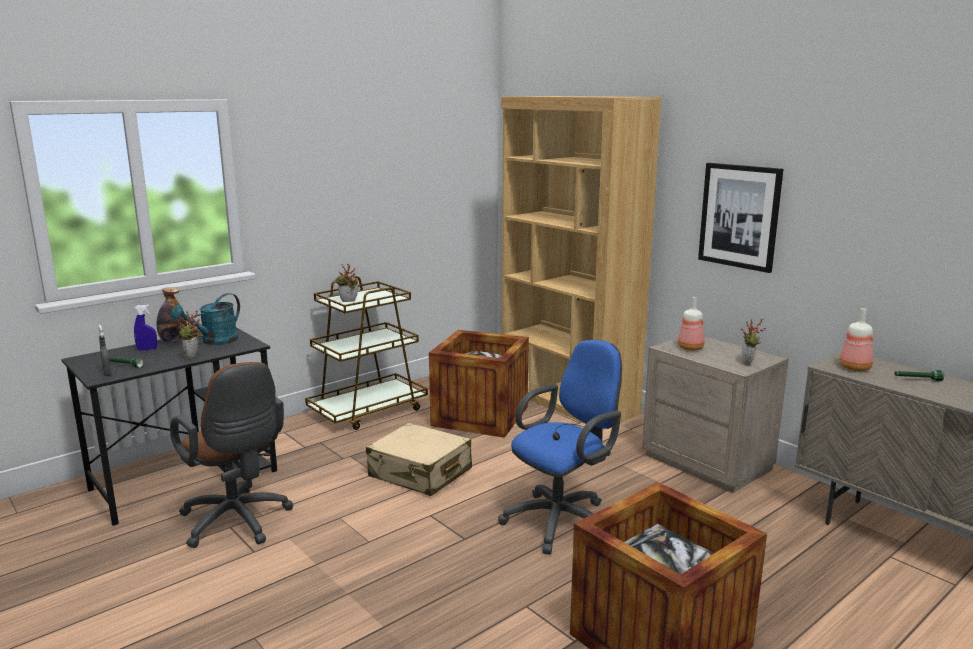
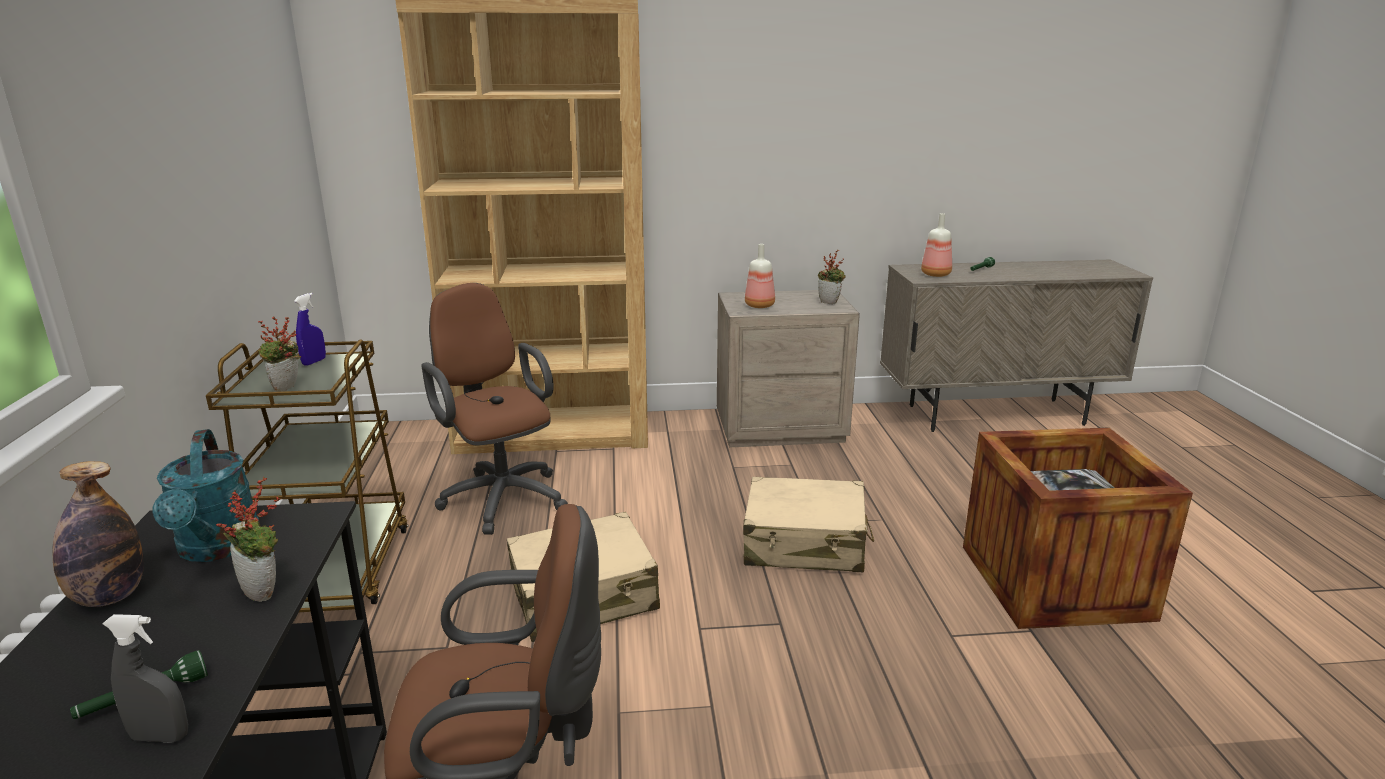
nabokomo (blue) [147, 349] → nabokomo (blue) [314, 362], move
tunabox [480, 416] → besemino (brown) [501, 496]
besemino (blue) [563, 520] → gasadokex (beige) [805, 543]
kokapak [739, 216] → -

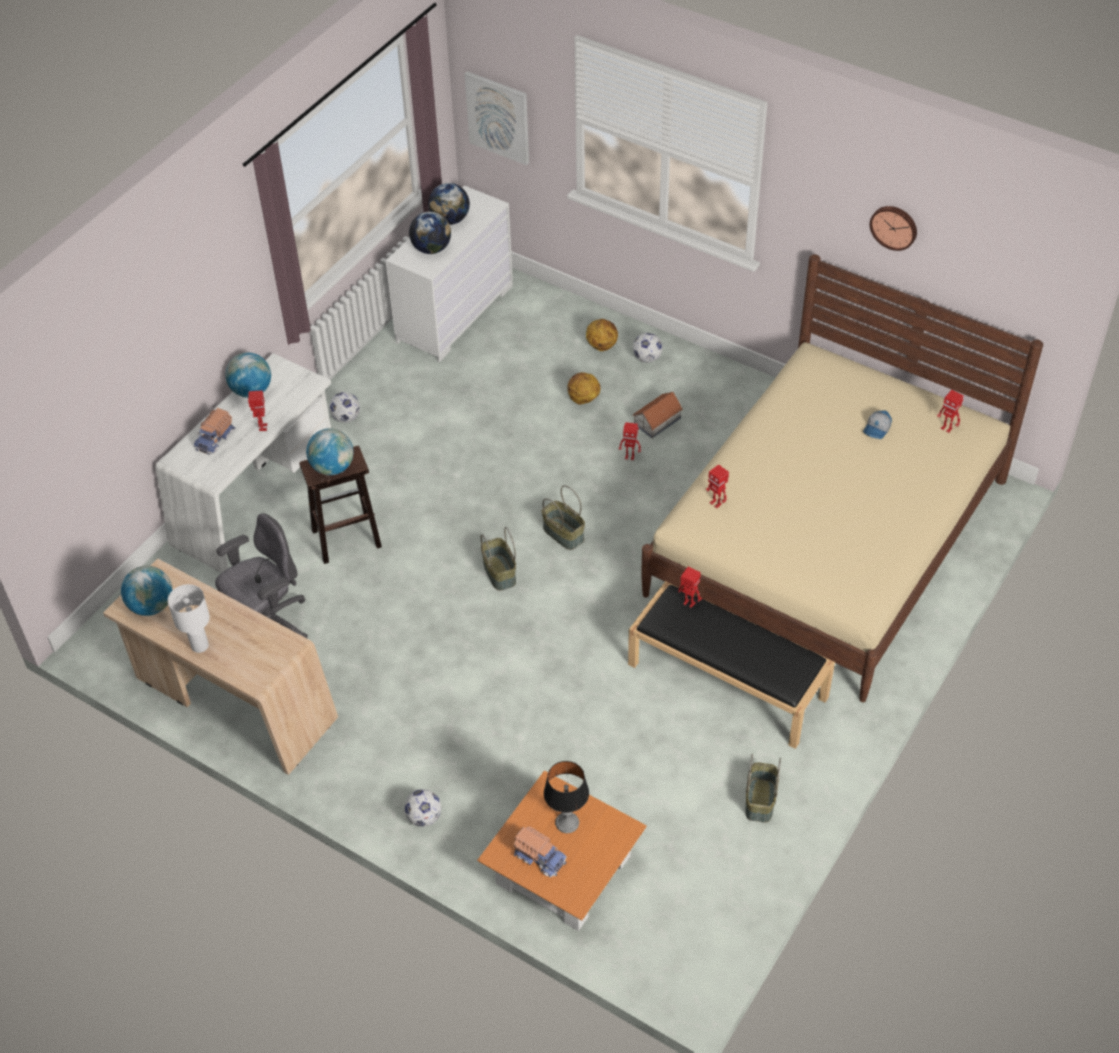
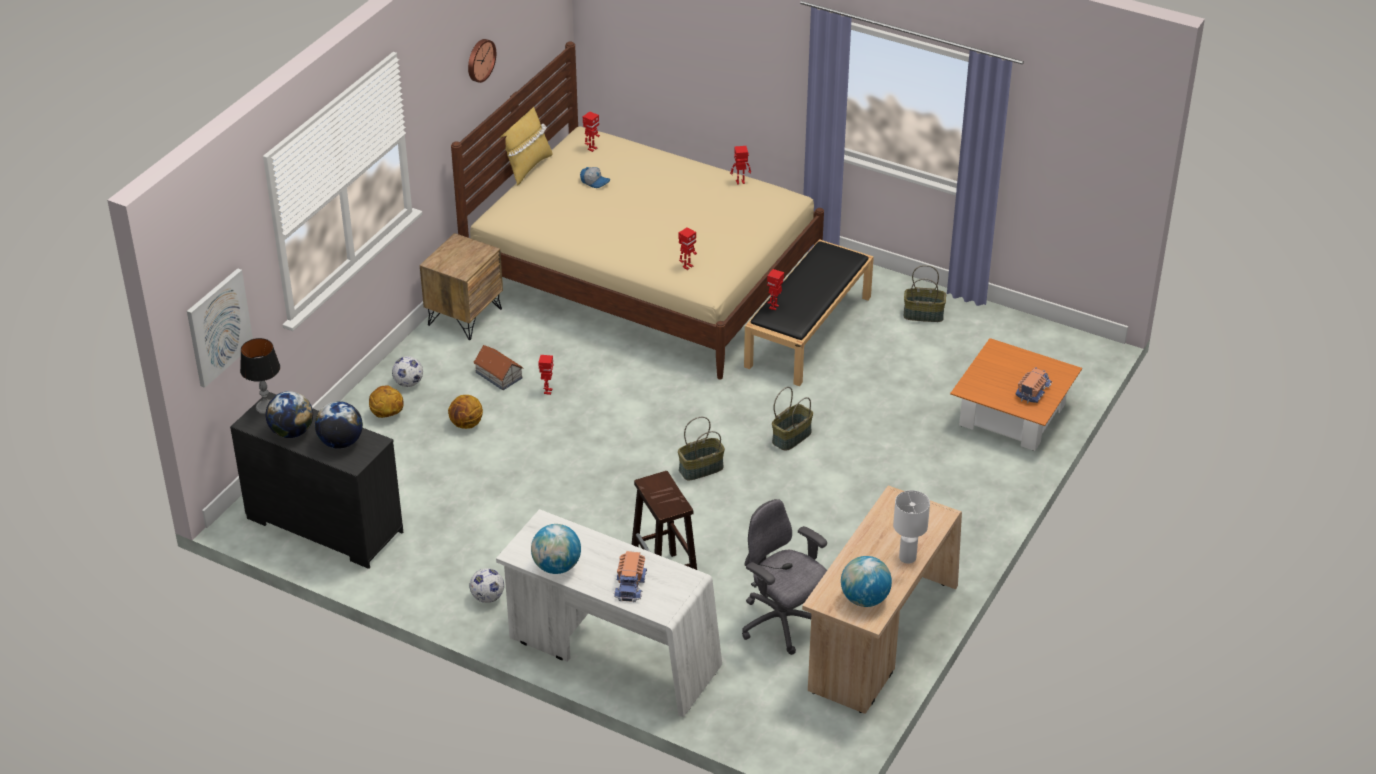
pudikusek [215, 439] → pudikusek [631, 585], 75 degrees clockwise
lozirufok [262, 427] → lozirufok [740, 182], move
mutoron [332, 467] → -
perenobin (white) [454, 313] → perenobin (black) [323, 526]
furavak [424, 817] → -
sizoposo [564, 534] → sizoposo [791, 436], move
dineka [567, 823] → dineka [266, 408], move
- → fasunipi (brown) [464, 316]
- → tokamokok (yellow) [526, 167]

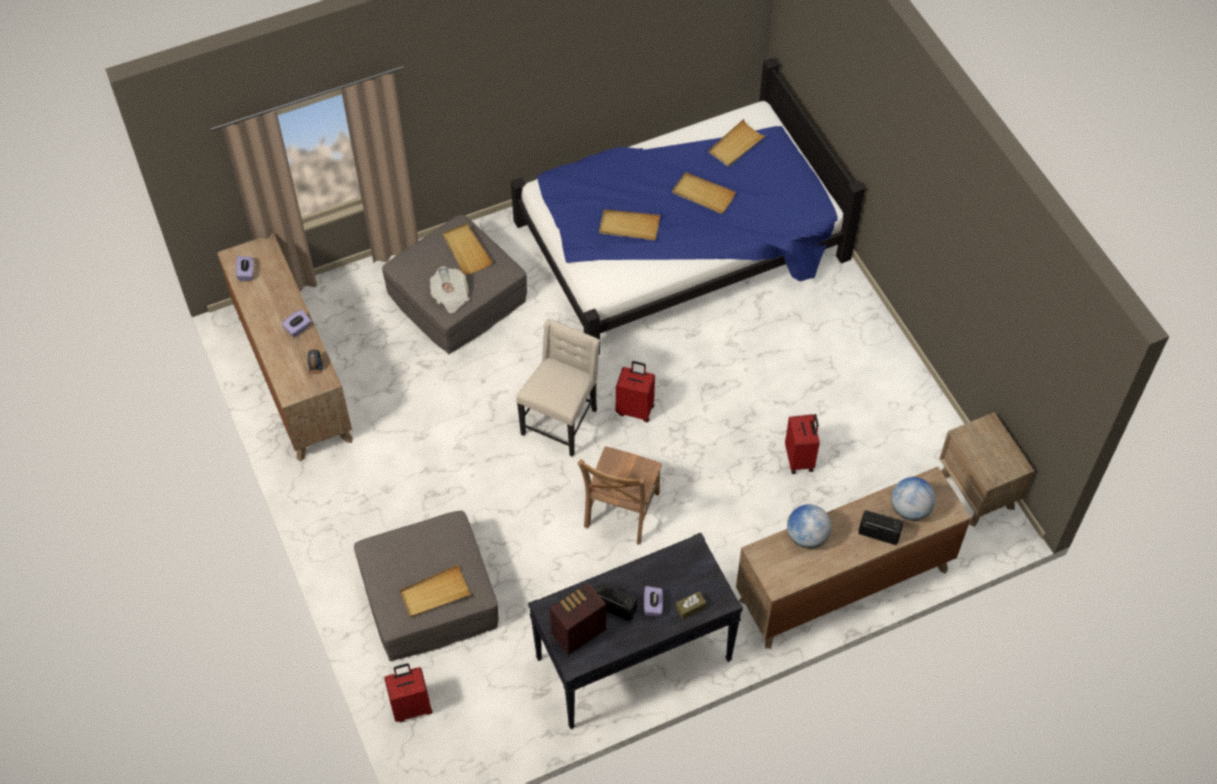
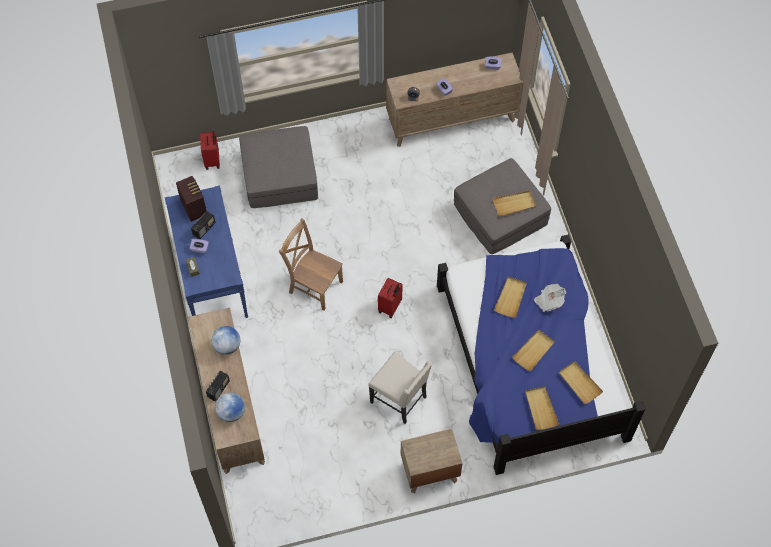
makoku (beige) [435, 594] → makoku (beige) [541, 408], move
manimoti [450, 296] → manimoti [549, 301], move
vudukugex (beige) [561, 421] → vudukugex (beige) [400, 400], move
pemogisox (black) [633, 660] → pemogisox (blue) [211, 276]
gasadokex (red) [800, 459] → -
fasunipi (brown) [977, 491] → fasunipi (brown) [429, 471], move

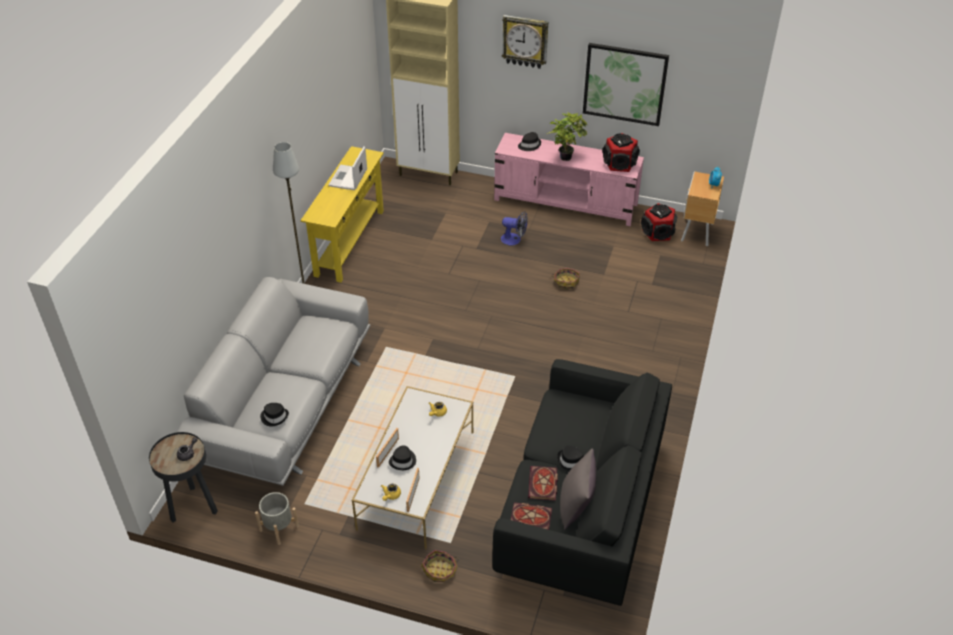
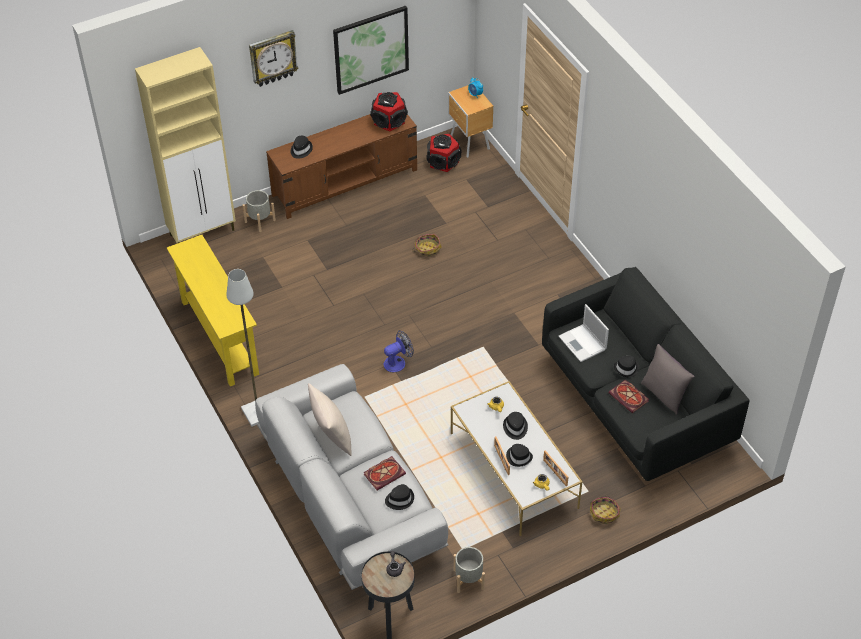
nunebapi [348, 178] → nunebapi [583, 343], move
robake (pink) [566, 202] → robake (brown) [345, 182]
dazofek [514, 239] → dazofek [398, 362], move
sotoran [532, 518] → sotoran [385, 473], move
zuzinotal [566, 156] → -
- → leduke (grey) [260, 221]
- → tokamokok (beige) [331, 436]
- → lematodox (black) [515, 428]

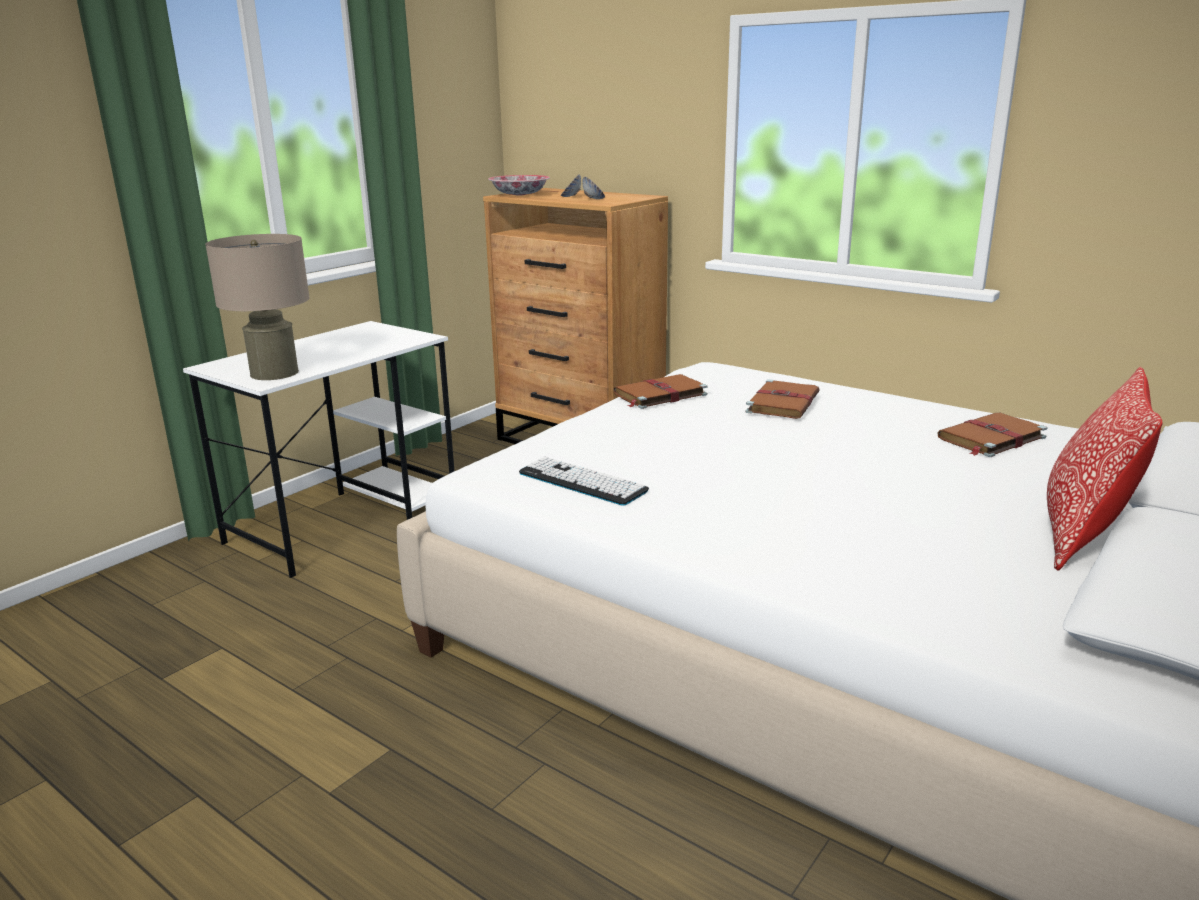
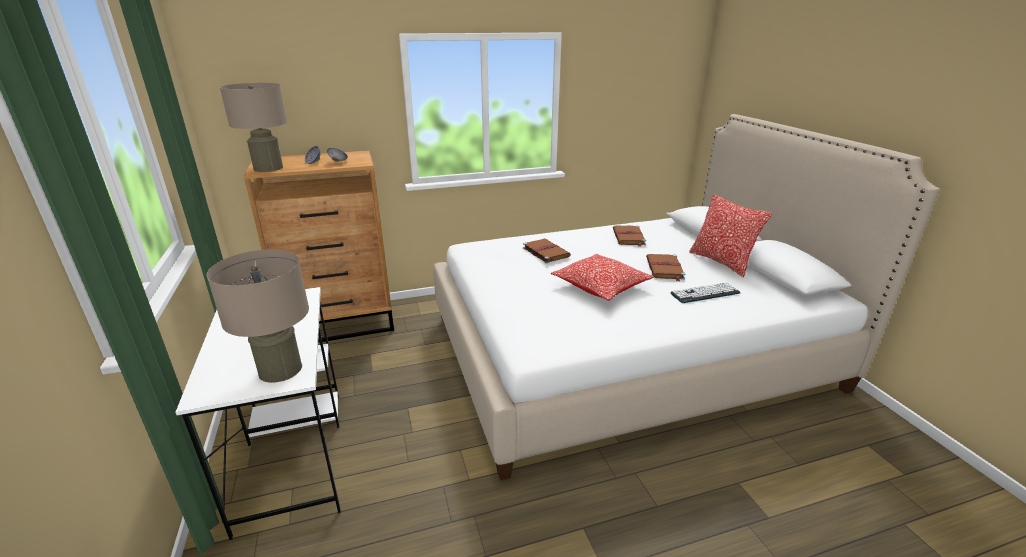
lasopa [519, 195] → dineka (beige) [268, 168]
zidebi [582, 482] → zidebi [705, 293], move
sotoran (brown) [659, 395] → sotoran (brown) [664, 269], move
- → tokamokok [601, 287]

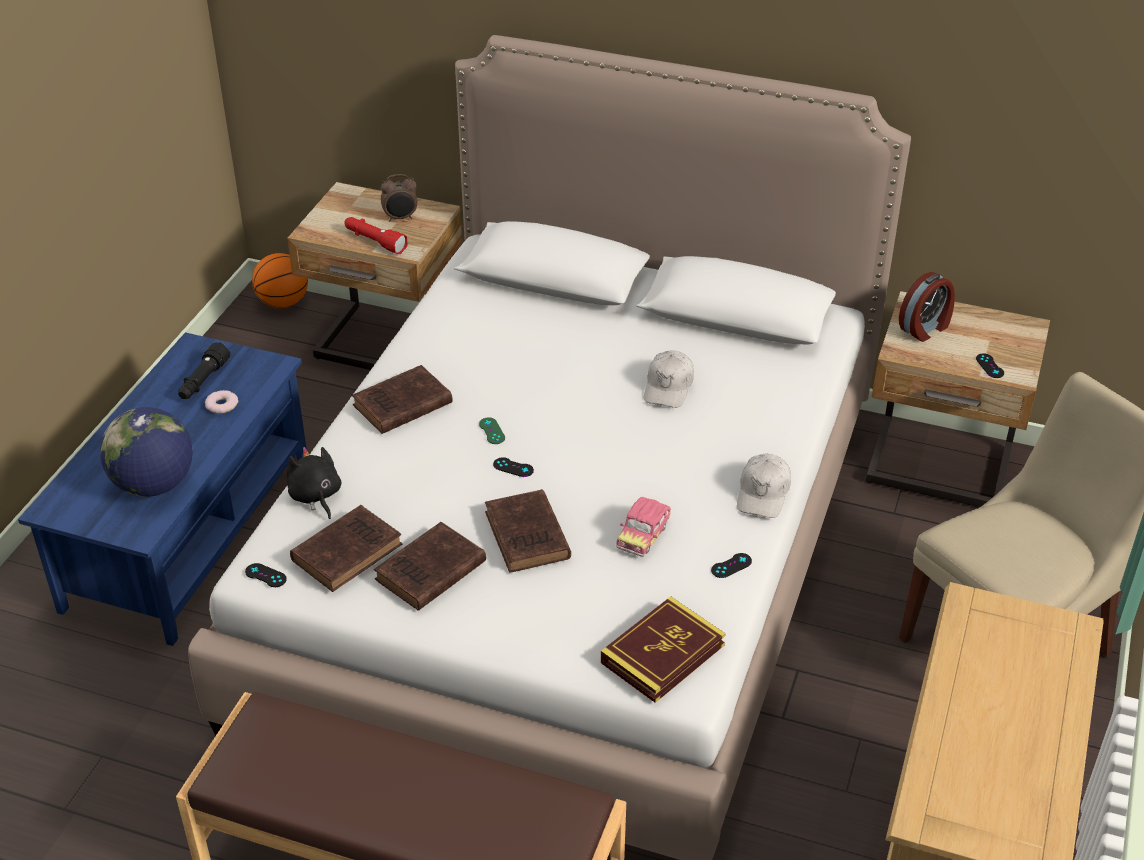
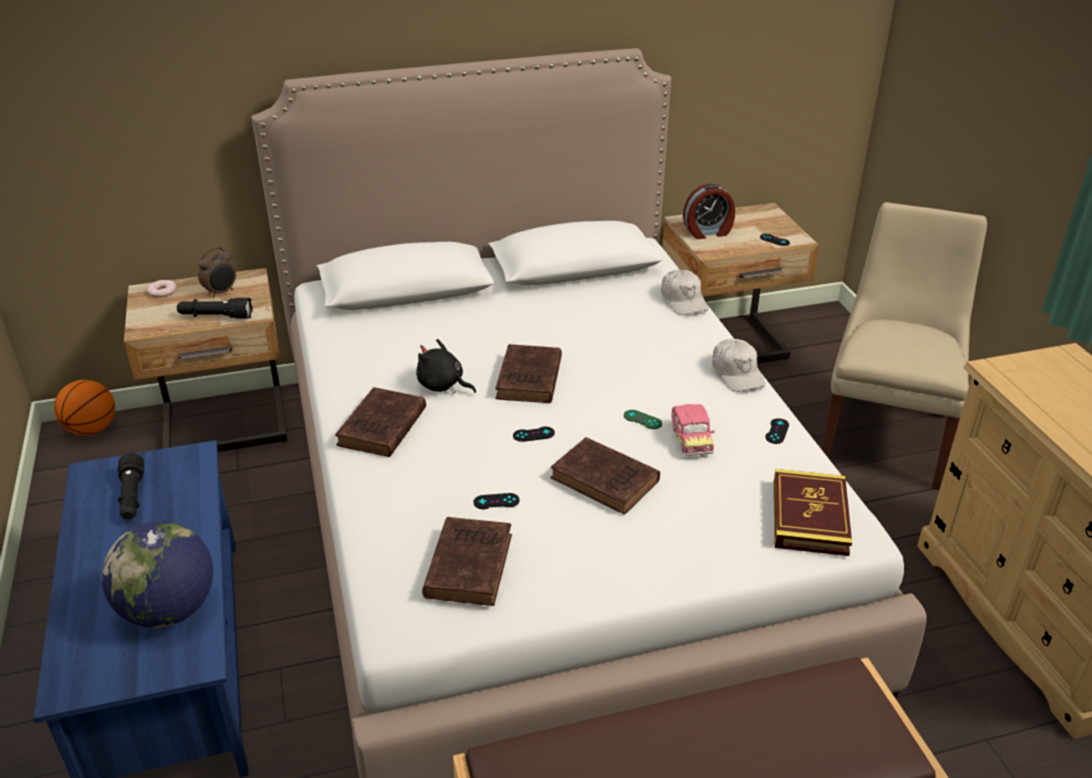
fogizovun [221, 405] → fogizovun [162, 291], move
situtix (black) [265, 575] → situtix (black) [496, 501], move
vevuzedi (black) [315, 496] → vevuzedi (black) [443, 385], move
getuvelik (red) [374, 241] → getuvelik (black) [215, 316]
sotoran (brown) [428, 572] → sotoran (brown) [529, 380], move
situtix (green) [492, 431] → situtix (green) [642, 419], move
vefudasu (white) [668, 387] → vefudasu (white) [683, 300], move
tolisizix [925, 328] → tolisizix [708, 232], 60 degrees clockwise

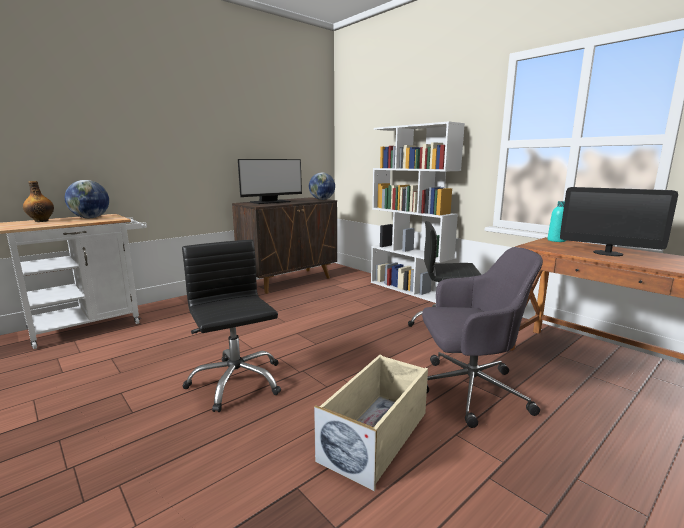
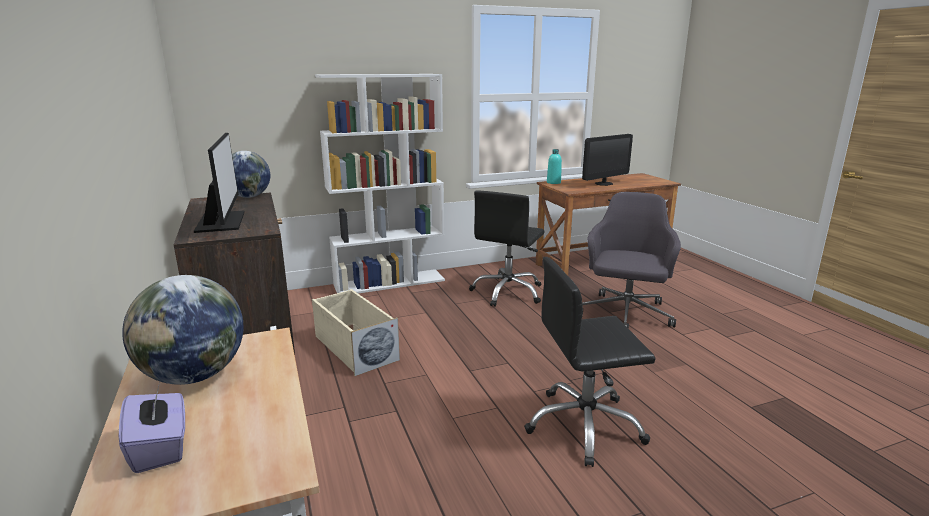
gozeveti [41, 221] → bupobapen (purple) [160, 448]
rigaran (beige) [376, 435] → rigaran (beige) [354, 348], move

